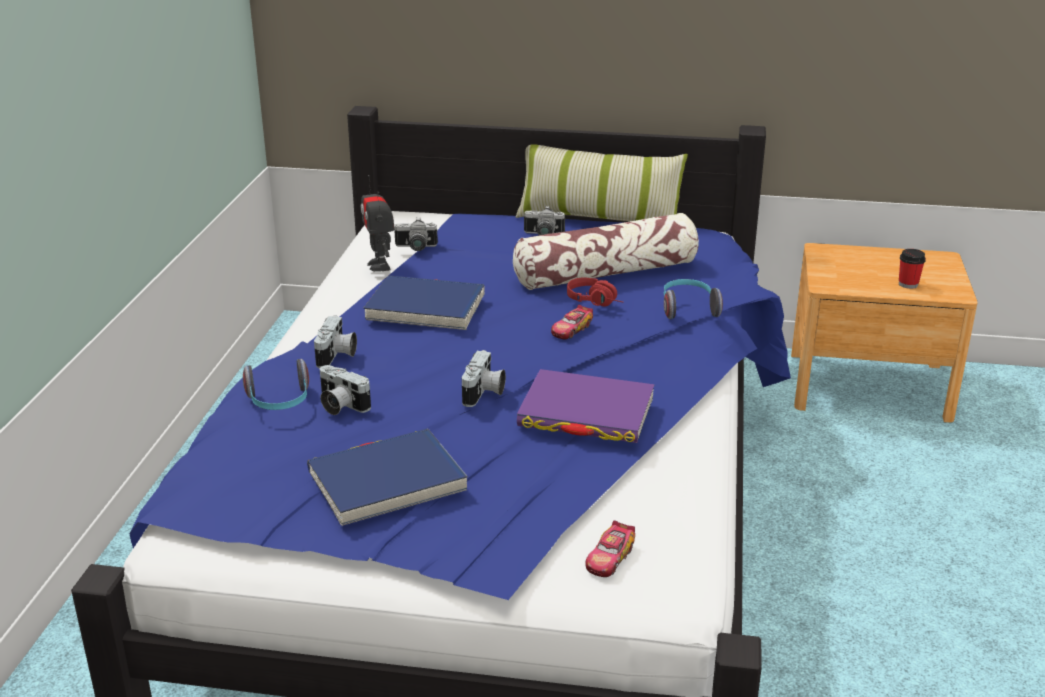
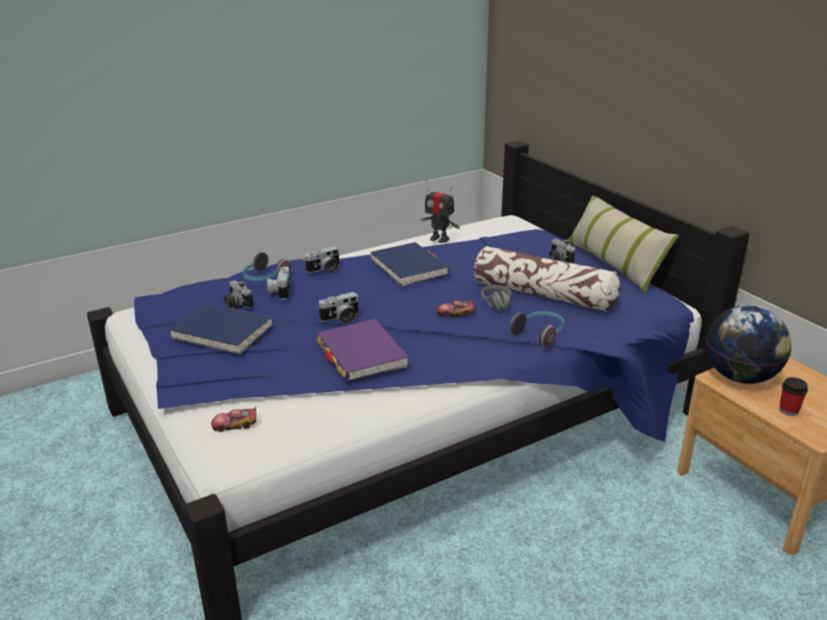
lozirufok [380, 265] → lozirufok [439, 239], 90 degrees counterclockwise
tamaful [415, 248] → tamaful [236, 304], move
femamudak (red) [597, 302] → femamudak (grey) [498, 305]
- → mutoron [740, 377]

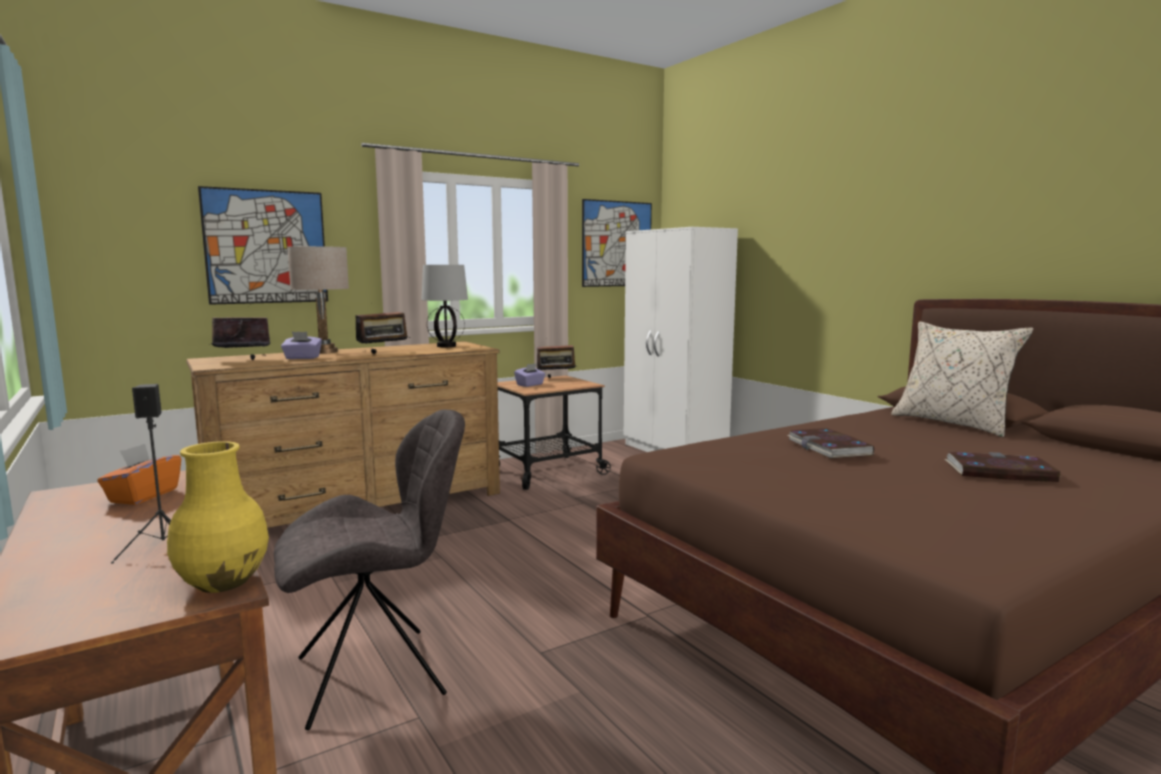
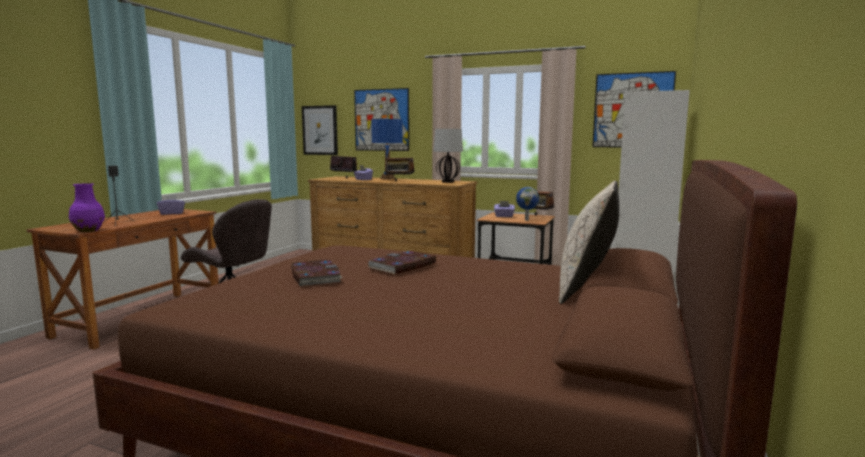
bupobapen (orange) [143, 496] → bupobapen (purple) [172, 213]
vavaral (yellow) [222, 583] → vavaral (purple) [88, 230]
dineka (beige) [323, 352] → dineka (blue) [387, 178]
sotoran [999, 472] → sotoran [315, 276], move
- → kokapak [320, 130]
- → mutoron [526, 220]

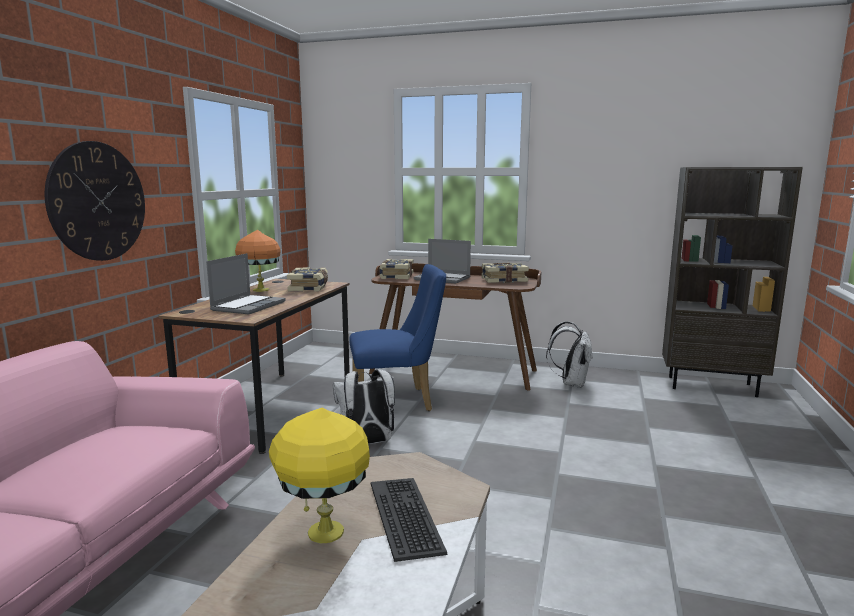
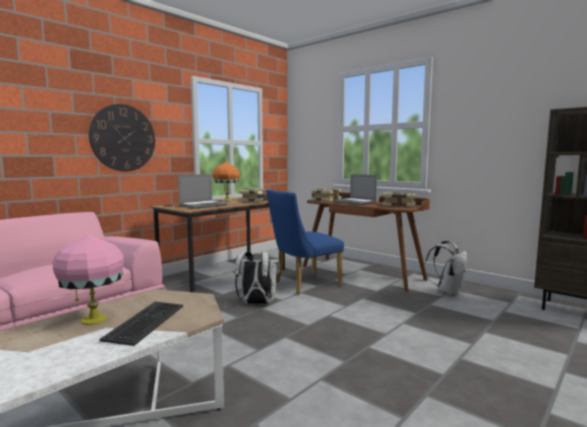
dineka (yellow) [323, 532] → dineka (pink) [93, 319]
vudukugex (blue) [398, 402] → vudukugex (blue) [303, 284], 135 degrees clockwise

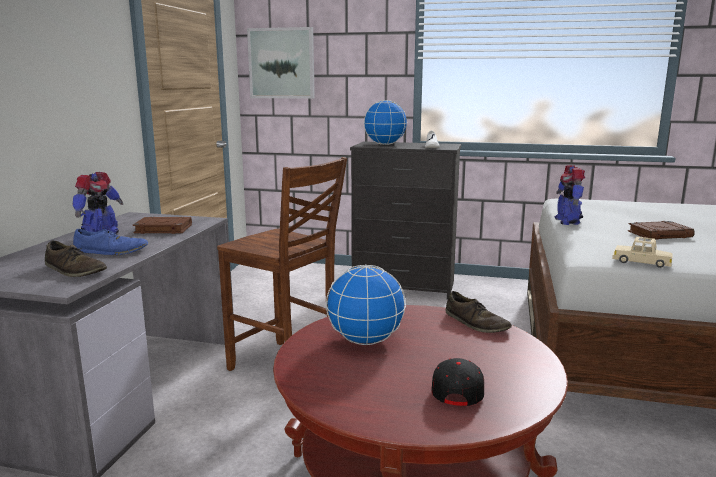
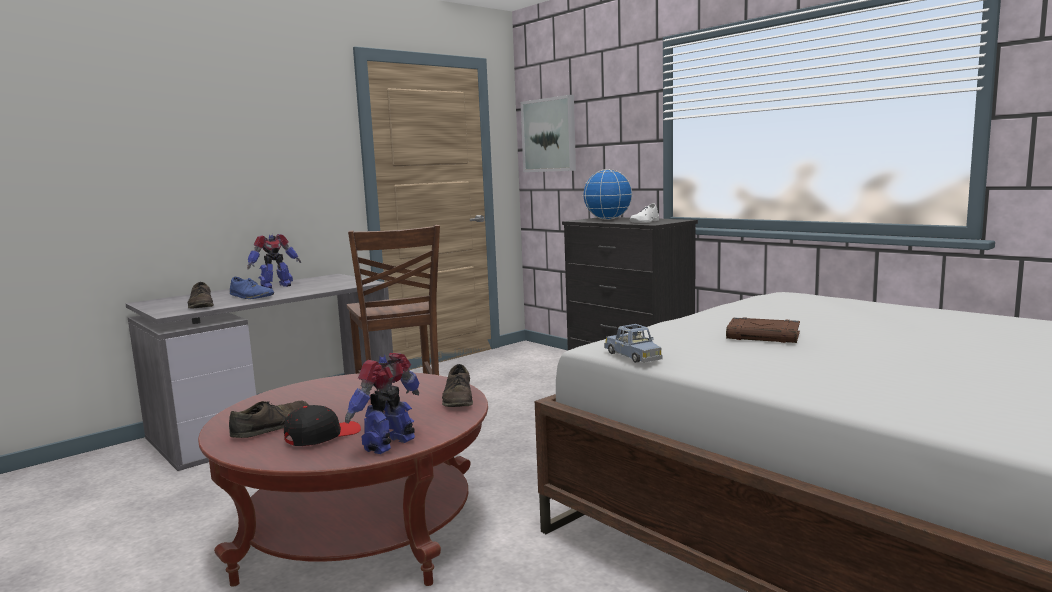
sotoran (brown) [162, 229] → -
mutoron [365, 340] → -
lozirufok [567, 221] → lozirufok [391, 444], move
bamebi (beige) [641, 262] → bamebi (blue) [633, 356]
- → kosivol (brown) [272, 426]

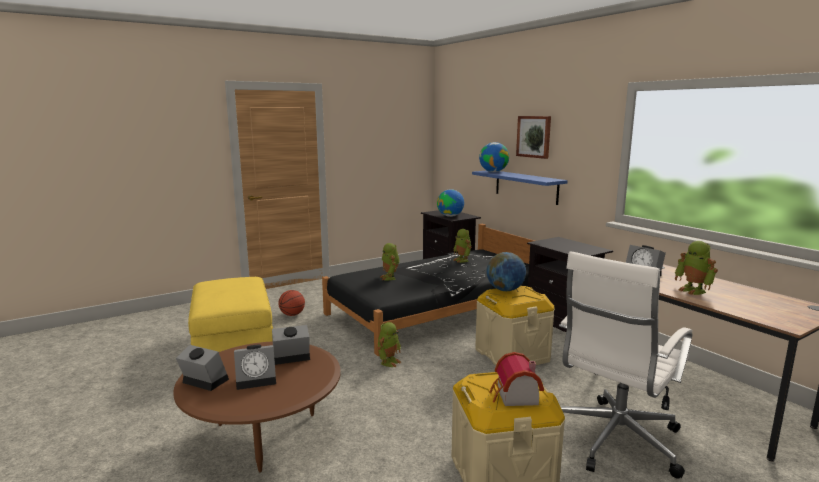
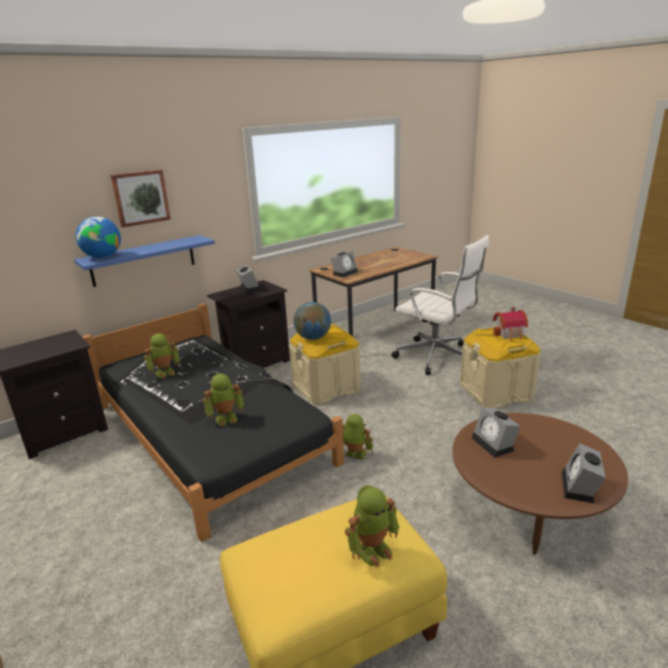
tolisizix [257, 379] → tolisizix [248, 288], move
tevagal [292, 315] → -
mutoron [450, 216] → -
lozirufok [693, 290] → lozirufok [372, 549], move

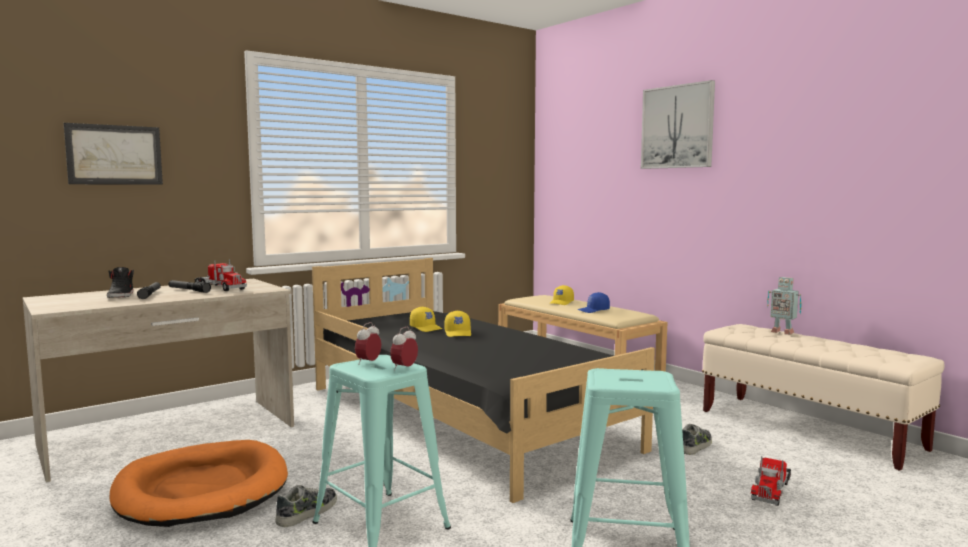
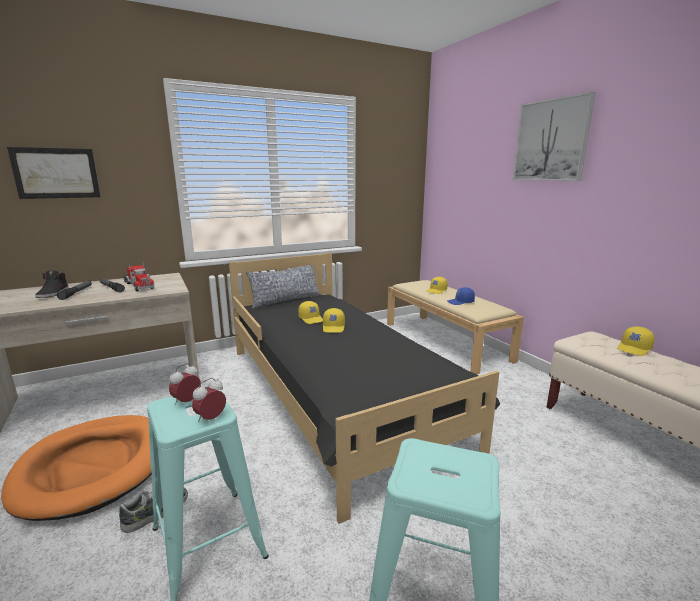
kosivol [695, 446] → -
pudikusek [771, 489] → -
lozirufok [782, 332] → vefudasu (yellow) [634, 349]
- → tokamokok [285, 300]

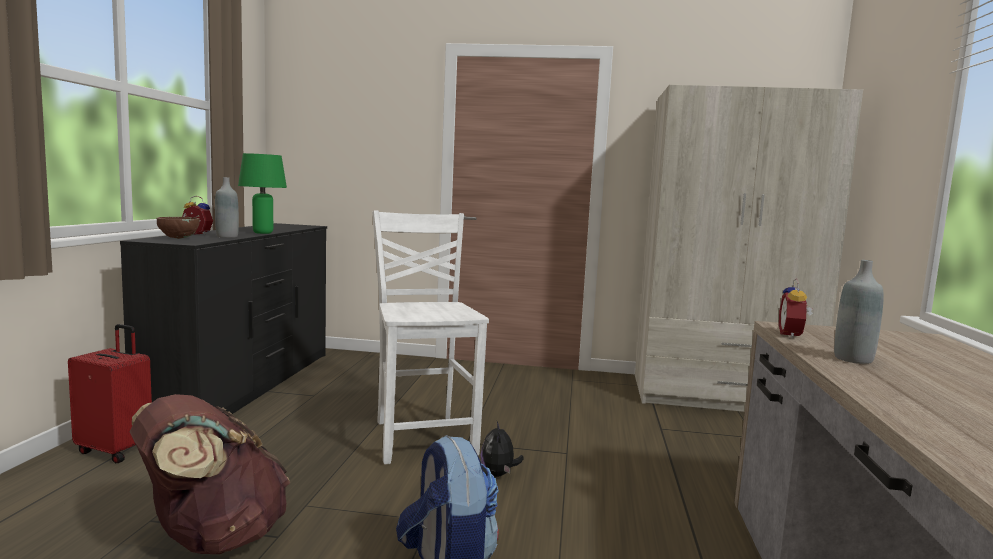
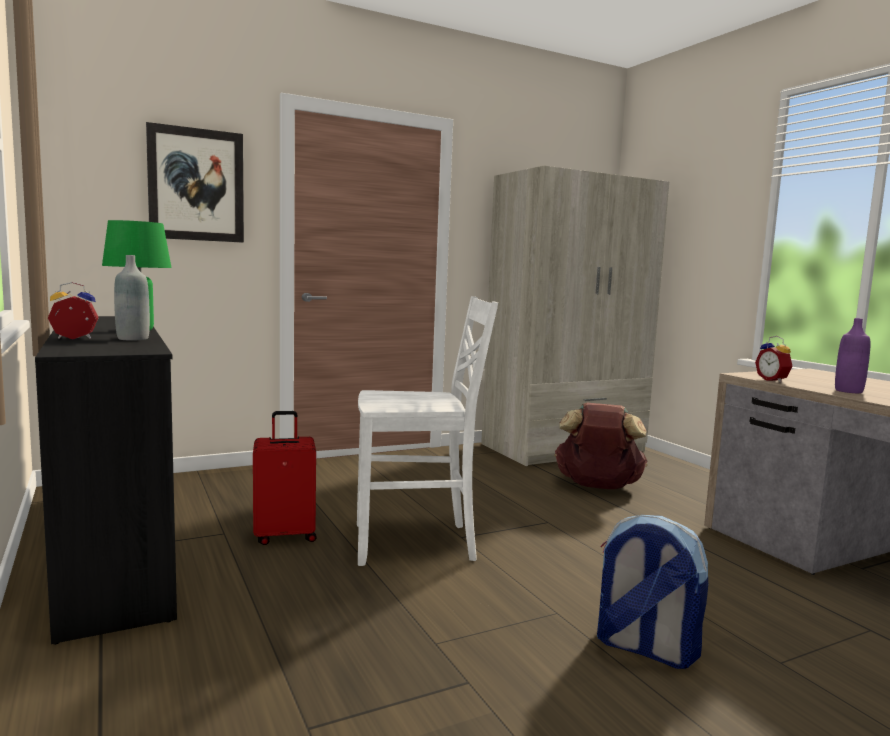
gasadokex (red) [116, 450] → gasadokex (red) [285, 535], move
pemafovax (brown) [212, 538] → pemafovax (brown) [597, 486], move
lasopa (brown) [178, 238] → -
vudukugex (white) [423, 437] → vudukugex (white) [416, 543], 135 degrees clockwise
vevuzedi [499, 474] → -
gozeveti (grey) [853, 359] → gozeveti (purple) [848, 391]
- → kokapak [196, 185]

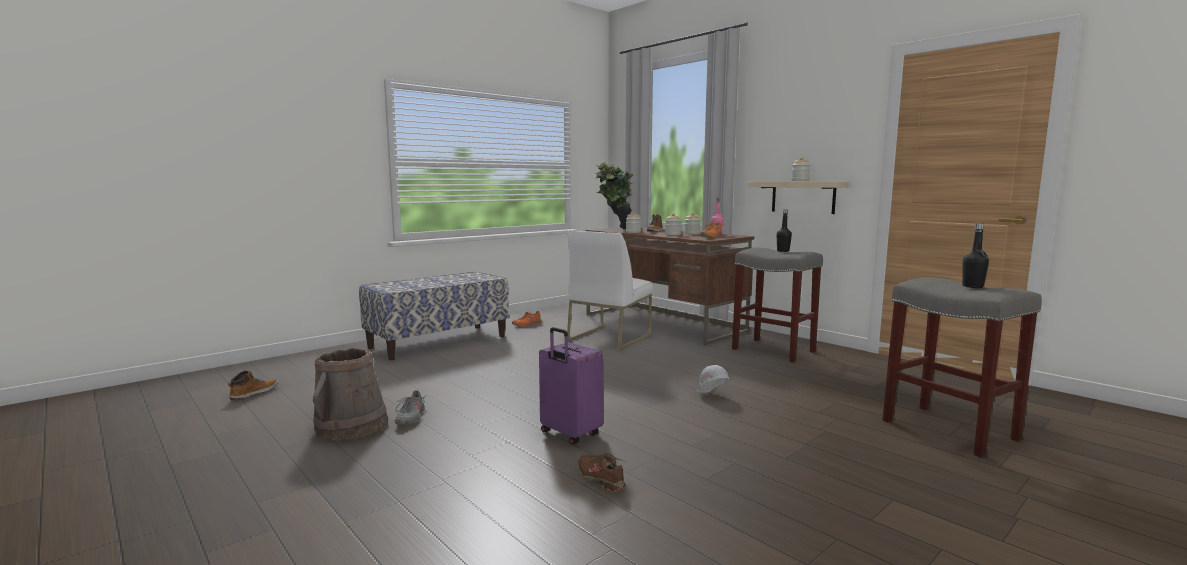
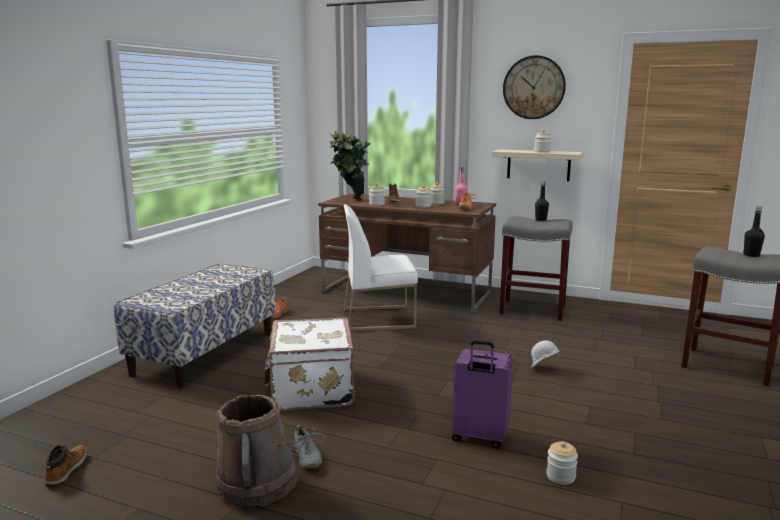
vudukugex (white) [609, 338] → vudukugex (white) [379, 318], 75 degrees clockwise
kosivol (brown) [601, 478] → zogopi [560, 476]
- → gasadokex (white) [311, 389]
- → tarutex [534, 87]

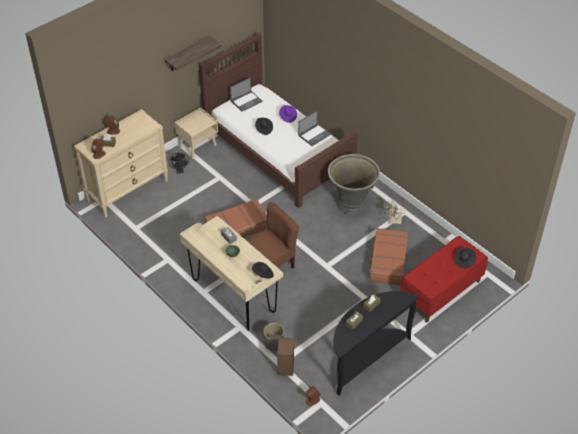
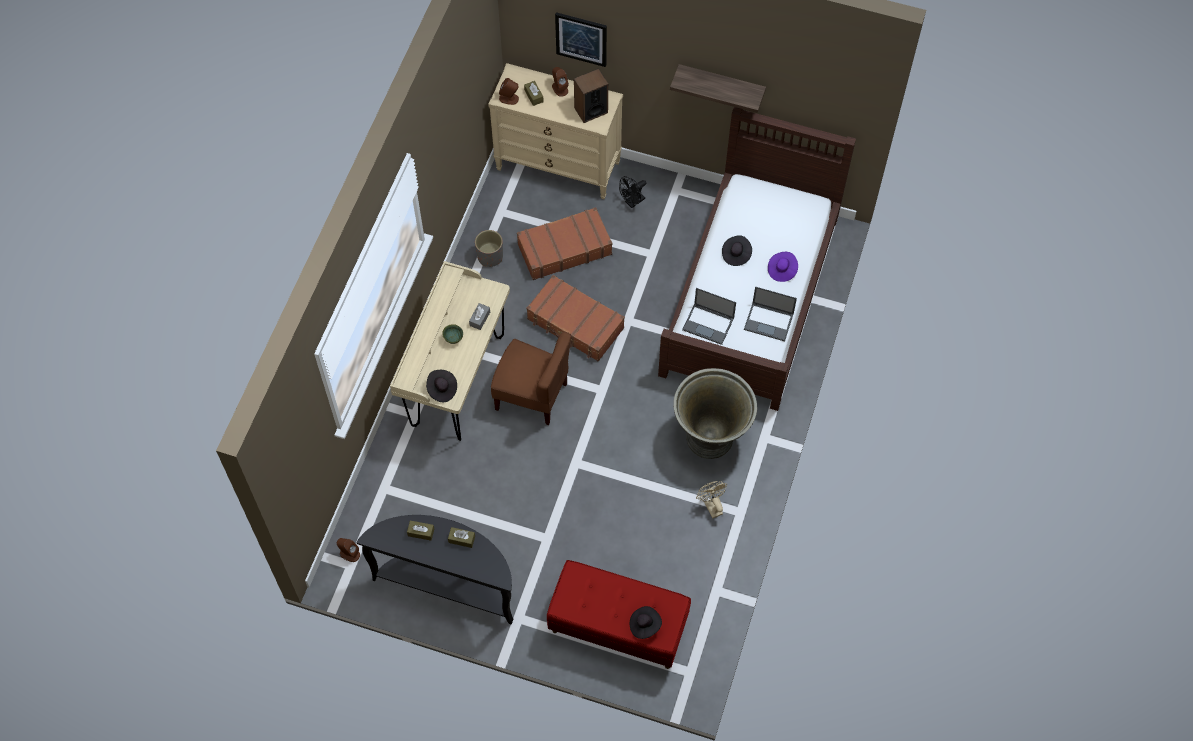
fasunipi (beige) [198, 146] → -
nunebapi [246, 101] → nunebapi [709, 324], move
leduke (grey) [273, 343] → leduke (grey) [490, 256], move
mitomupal [285, 367] → mitomupal [590, 110], move
gasadokex (brown) [387, 261] → gasadokex (brown) [564, 249], move
- → kokapak [581, 38]

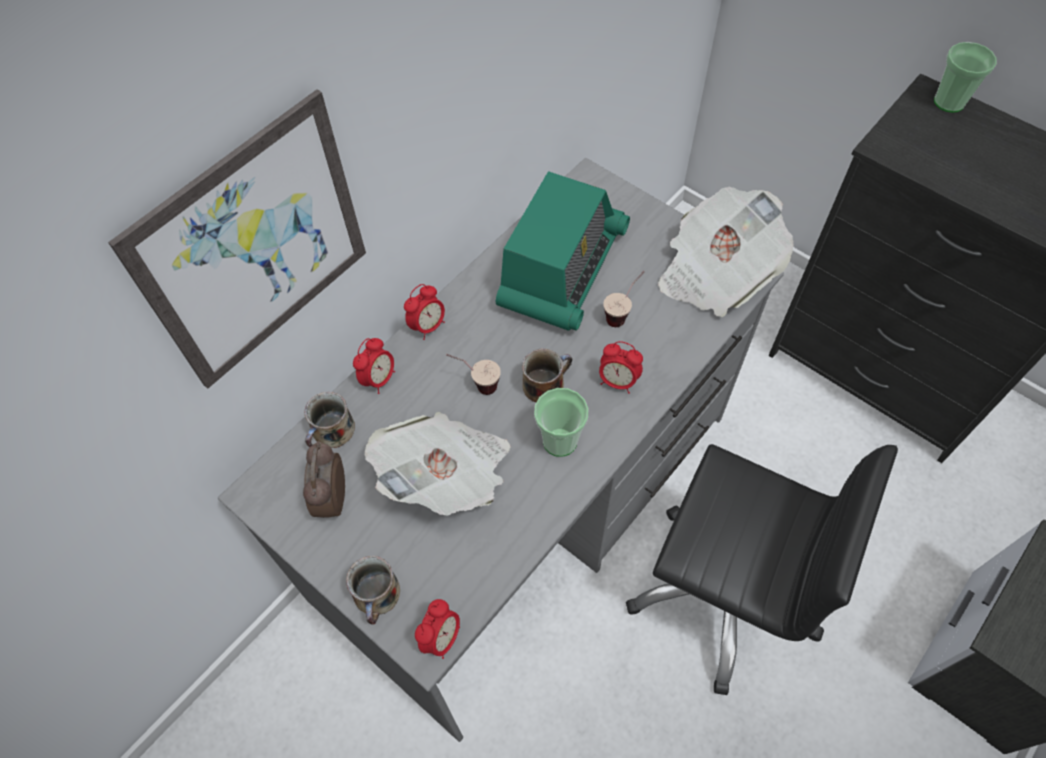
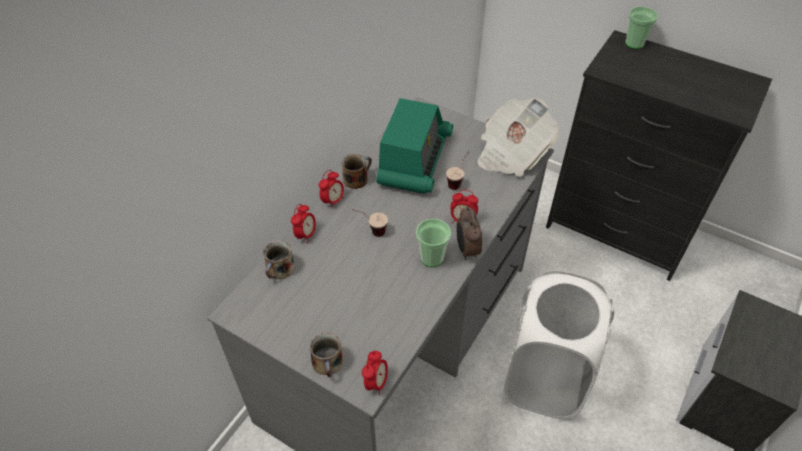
kokapak [256, 247] → -
tolisizix [331, 499] → tolisizix [466, 250], move
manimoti [447, 475] → -
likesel [545, 384] → likesel [356, 178], move
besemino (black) [724, 592] → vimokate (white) [544, 379]

